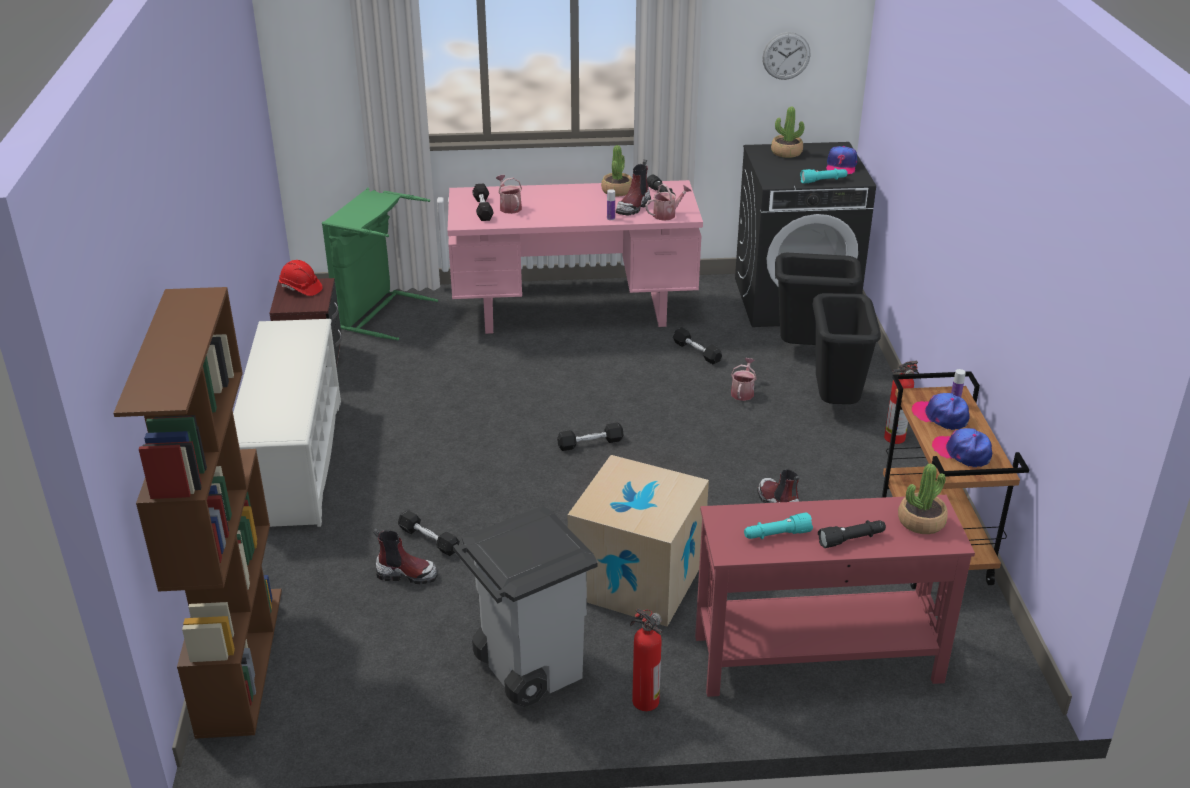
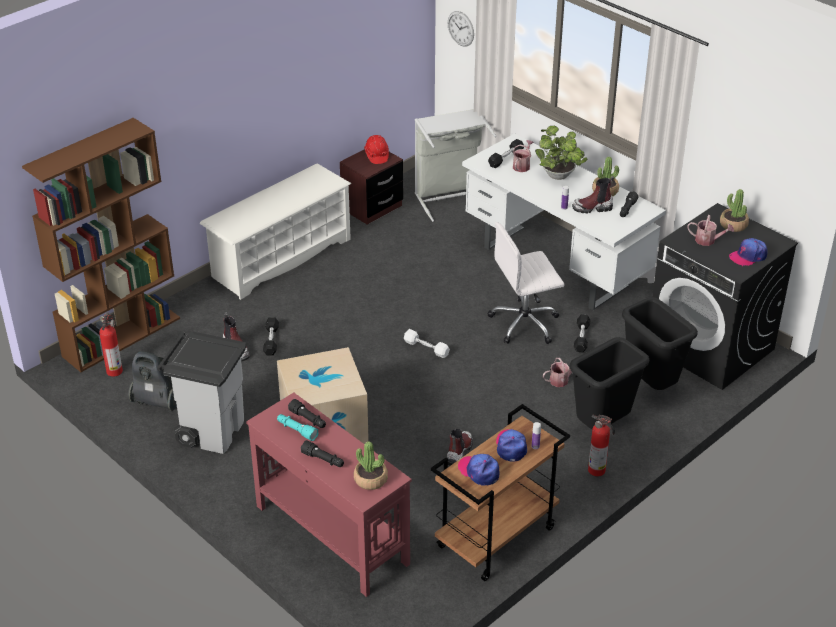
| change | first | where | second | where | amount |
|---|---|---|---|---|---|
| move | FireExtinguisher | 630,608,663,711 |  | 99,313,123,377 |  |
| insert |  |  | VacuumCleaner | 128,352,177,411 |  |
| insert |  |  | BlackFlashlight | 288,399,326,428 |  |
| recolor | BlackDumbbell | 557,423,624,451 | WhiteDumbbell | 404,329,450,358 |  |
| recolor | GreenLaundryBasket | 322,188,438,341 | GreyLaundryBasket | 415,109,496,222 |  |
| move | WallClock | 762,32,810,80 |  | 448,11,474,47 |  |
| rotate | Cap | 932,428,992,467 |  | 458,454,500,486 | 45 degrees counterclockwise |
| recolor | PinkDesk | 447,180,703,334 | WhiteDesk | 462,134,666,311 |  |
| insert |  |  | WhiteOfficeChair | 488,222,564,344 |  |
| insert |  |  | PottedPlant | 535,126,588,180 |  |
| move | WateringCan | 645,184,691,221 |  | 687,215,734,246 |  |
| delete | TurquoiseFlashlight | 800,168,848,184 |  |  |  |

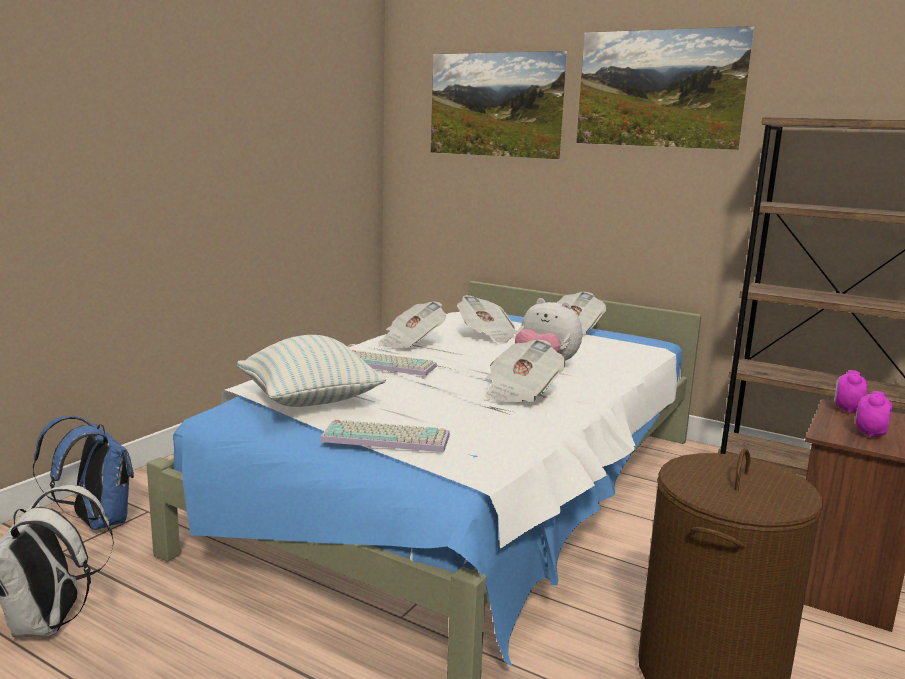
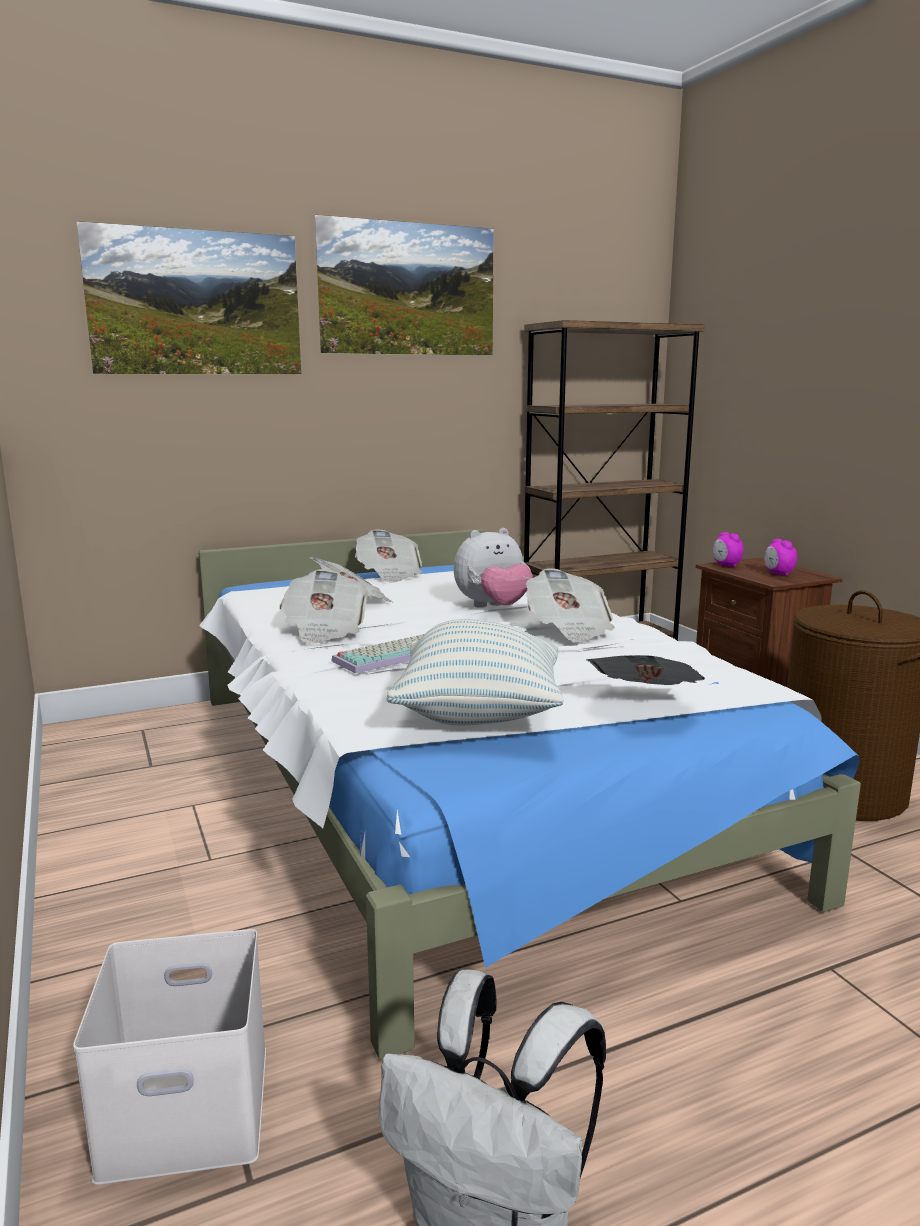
| change | first | where | second | where | amount |
|---|---|---|---|---|---|
| replace | BlueBackpack | 33,416,134,530 | WhiteStorageBox | 73,929,266,1185 |  |
| replace | Keyboard | 320,420,450,452 | Newspaper | 586,655,705,685 |  |

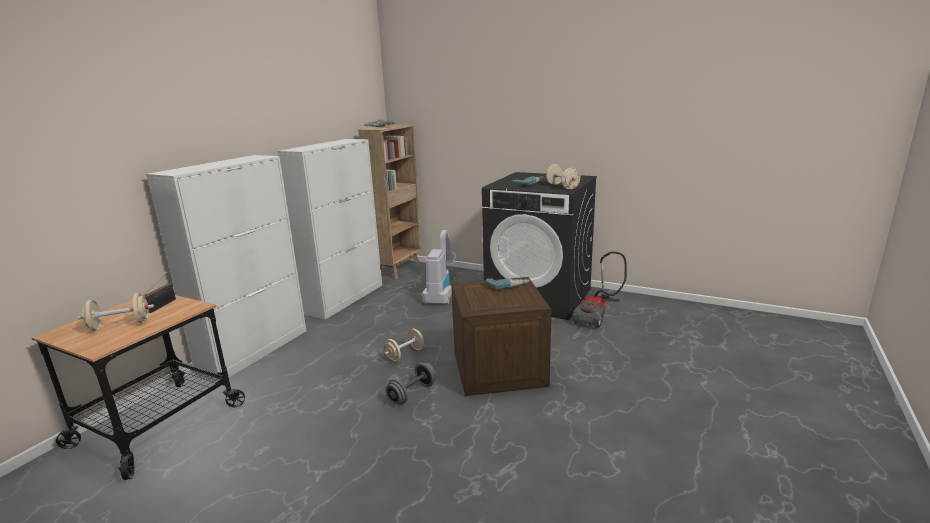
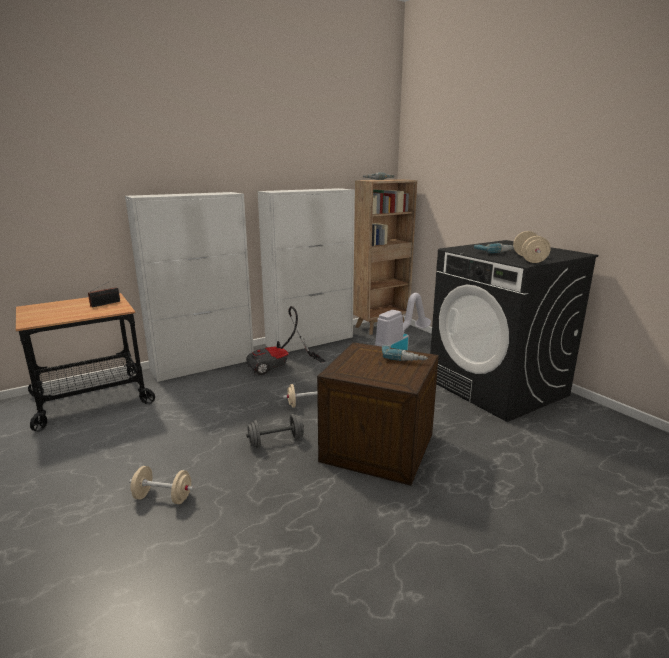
| change | first | where | second | where | amount |
|---|---|---|---|---|---|
| move | BeigeDumbbell | 78,293,154,331 |  | 129,466,194,504 |  |
| move | VacuumCleaner | 573,251,627,328 |  | 246,306,326,375 |  |

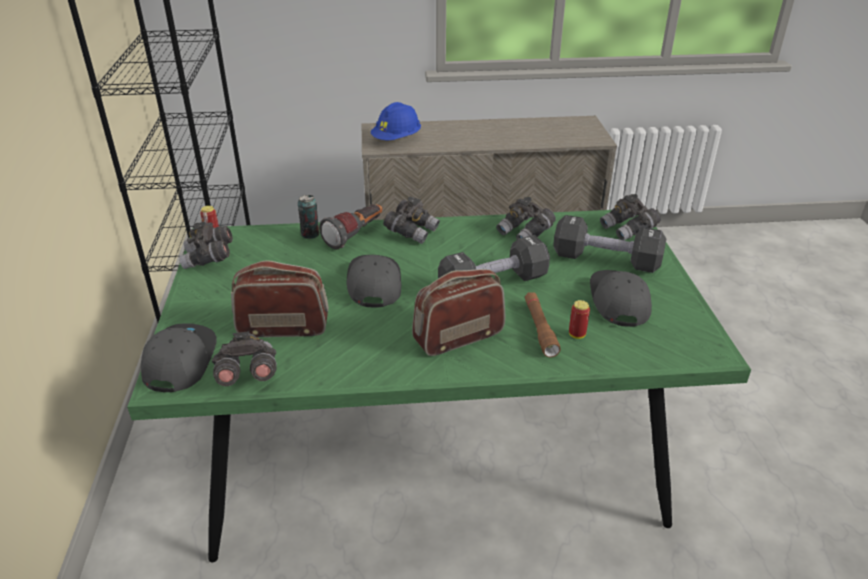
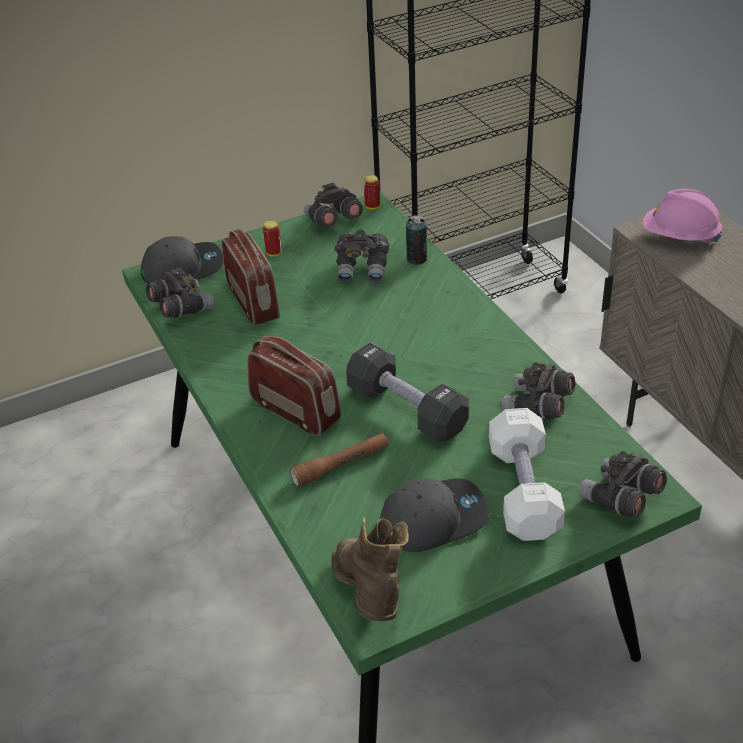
| change | first | where | second | where | amount |
|---|---|---|---|---|---|
| move | Can | 569,300,590,339 |  | 263,221,282,257 |  |
| insert |  |  | BrownBoot | 332,517,409,621 |  |
| move | GreyBinoculars | 383,197,440,244 |  | 335,230,389,282 |  |
| recolor | BlackDumbbell | 553,215,666,273 | WhiteDumbbell | 489,408,565,541 |  |
| recolor | BlueHardHat | 371,102,421,140 | PinkHardHat | 643,189,722,243 |  |
| delete | Flashlight | 319,204,383,250 |  |  |  |
| delete | GreyCap | 347,255,401,308 |  |  |  |

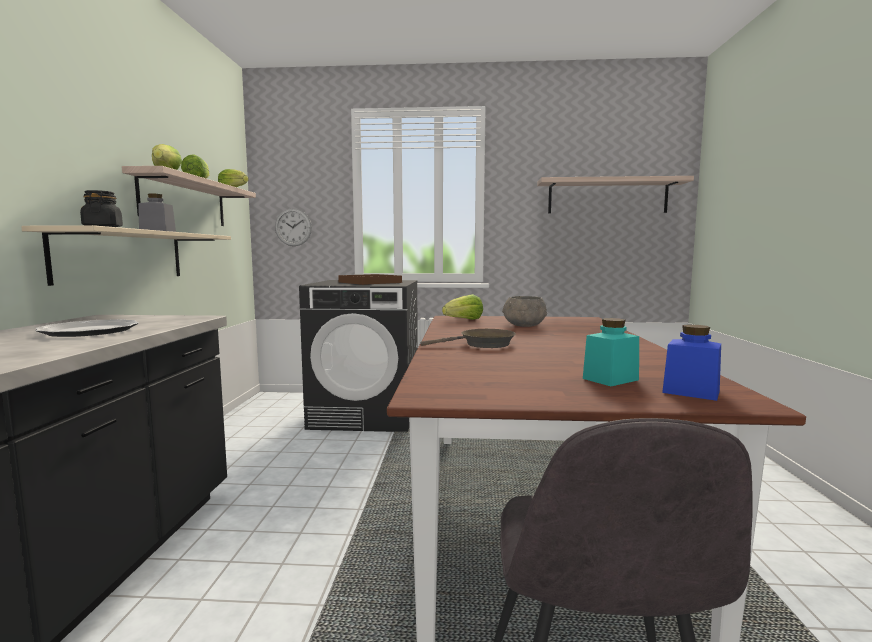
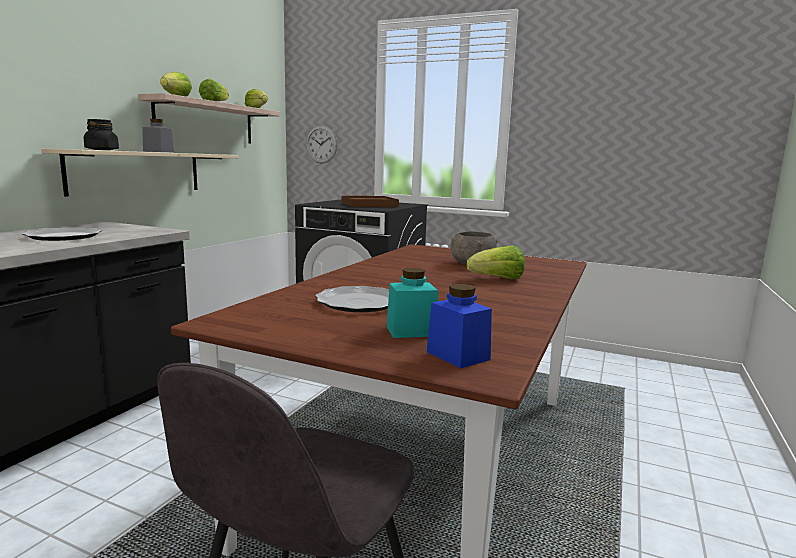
| change | first | where | second | where | amount |
|---|---|---|---|---|---|
| insert |  |  | Plate | 315,286,389,312 |  |
| move | Lettuce | 442,294,483,320 |  | 467,245,525,279 |  |
| delete | BrownFryingPan | 421,329,516,348 |  |  |  |
| delete | Shelf | 537,176,694,213 |  |  |  |

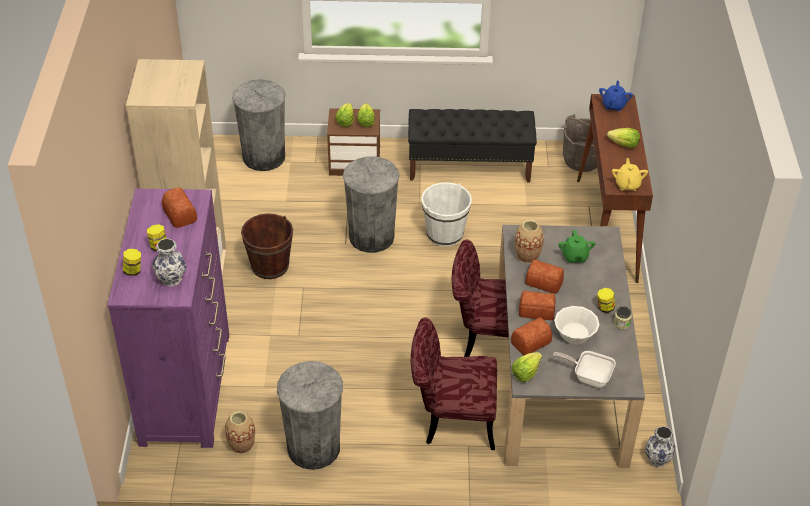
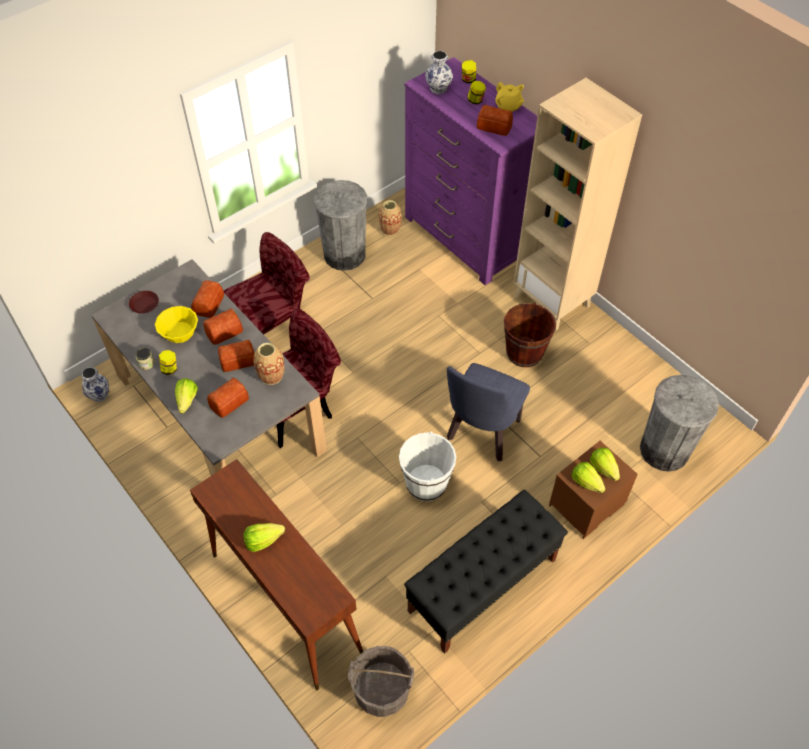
| change | first | where | second | where | amount |
|---|---|---|---|---|---|
| replace | FryingPan | 553,351,616,387 | BrownPlate | 129,291,159,313 |  |
| recolor | WhiteBowl | 554,306,600,344 | YellowBowl | 155,306,198,343 |  |
| move | Lettuce | 512,352,542,382 |  | 175,378,198,414 |  |
| replace | GreenTeapot | 558,230,596,263 | Bread | 207,378,249,418 |  |
| replace | GreyTrashCan | 343,156,400,253 | BlueChair | 447,363,530,461 |  |
| move | YellowTeapot | 612,158,648,191 |  | 495,82,525,112 |  |
| delete | BlueTeapot | 599,81,633,111 |  |  |  |

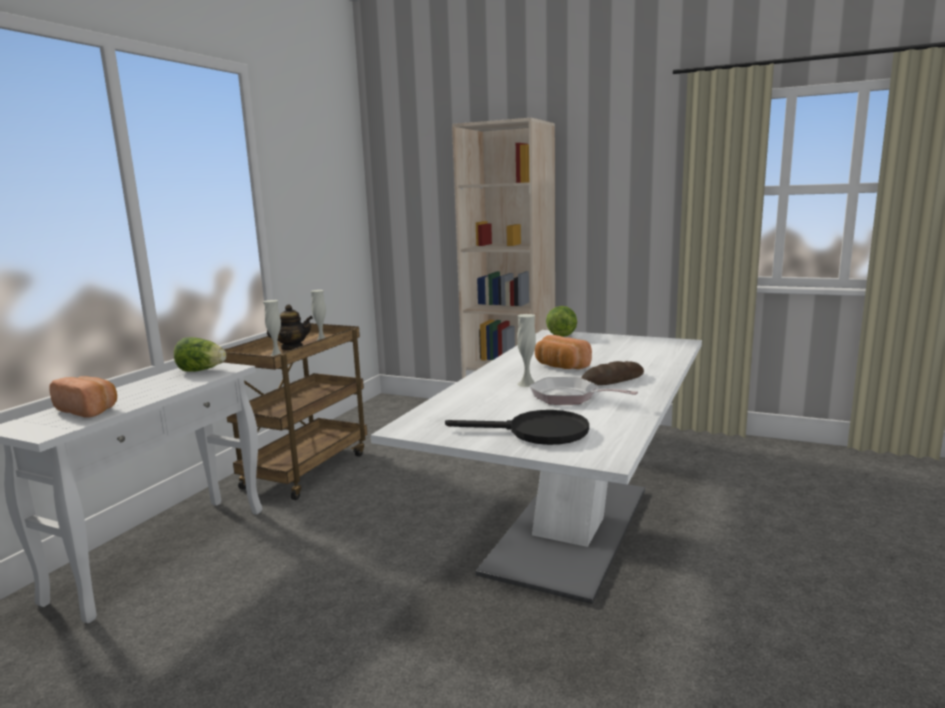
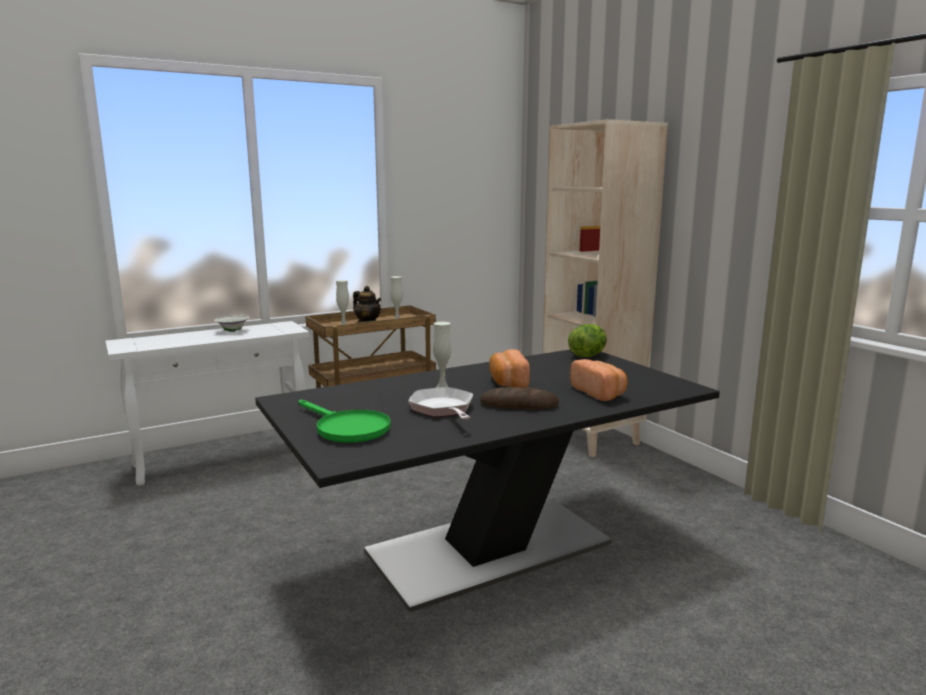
| change | first | where | second | where | amount |
|---|---|---|---|---|---|
| insert |  |  | WhiteBowl | 214,315,249,332 |  |
| recolor | WhiteDiningTable | 371,330,702,604 | BlackDiningTable | 255,350,720,612 |  |
| recolor | BlackFryingPan | 445,410,589,445 | GreenFryingPan | 299,400,391,442 |  |
| move | Bread | 49,376,117,418 |  | 570,359,627,401 |  |
| delete | Lettuce | 174,337,226,372 |  |  |  |

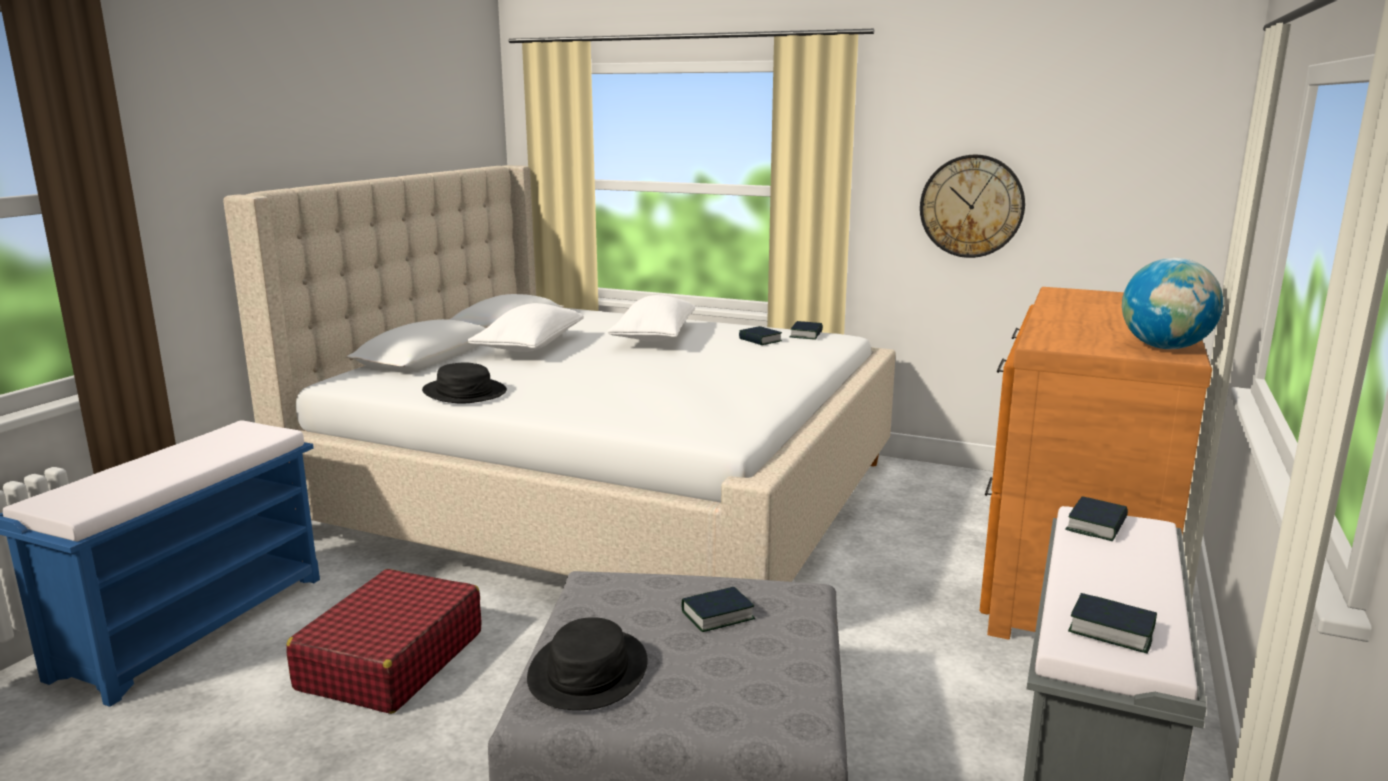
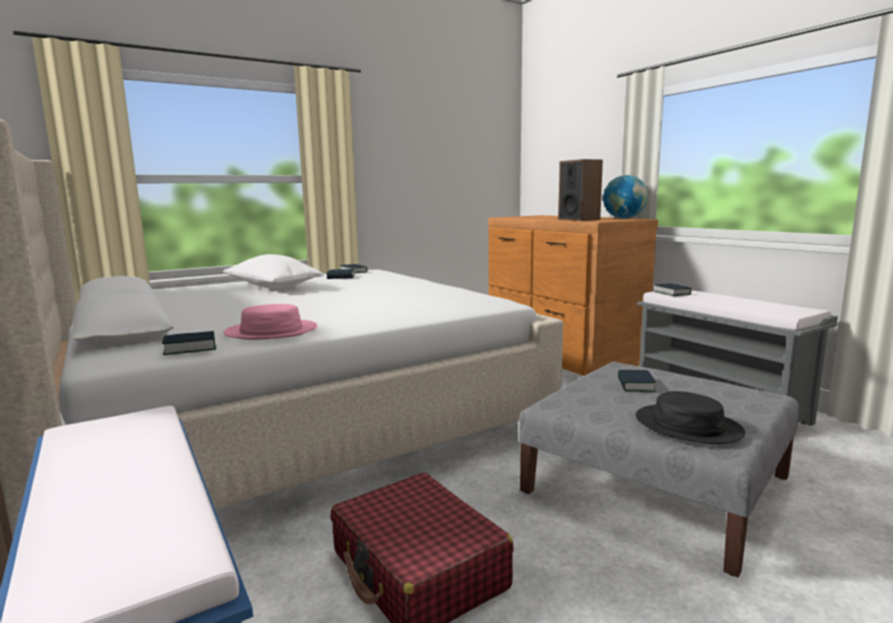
| change | first | where | second | where | amount |
|---|---|---|---|---|---|
| move | Book | 1068,593,1157,654 |  | 162,331,216,355 |  |
| recolor | BlackHat | 422,362,507,404 | PinkHat | 224,304,318,340 |  |
| insert |  |  | Speaker | 558,159,603,221 |  |
| delete | WhitePillow | 468,303,584,352 |  |  |  |
| delete | WallClock | 920,155,1025,258 |  |  |  |

